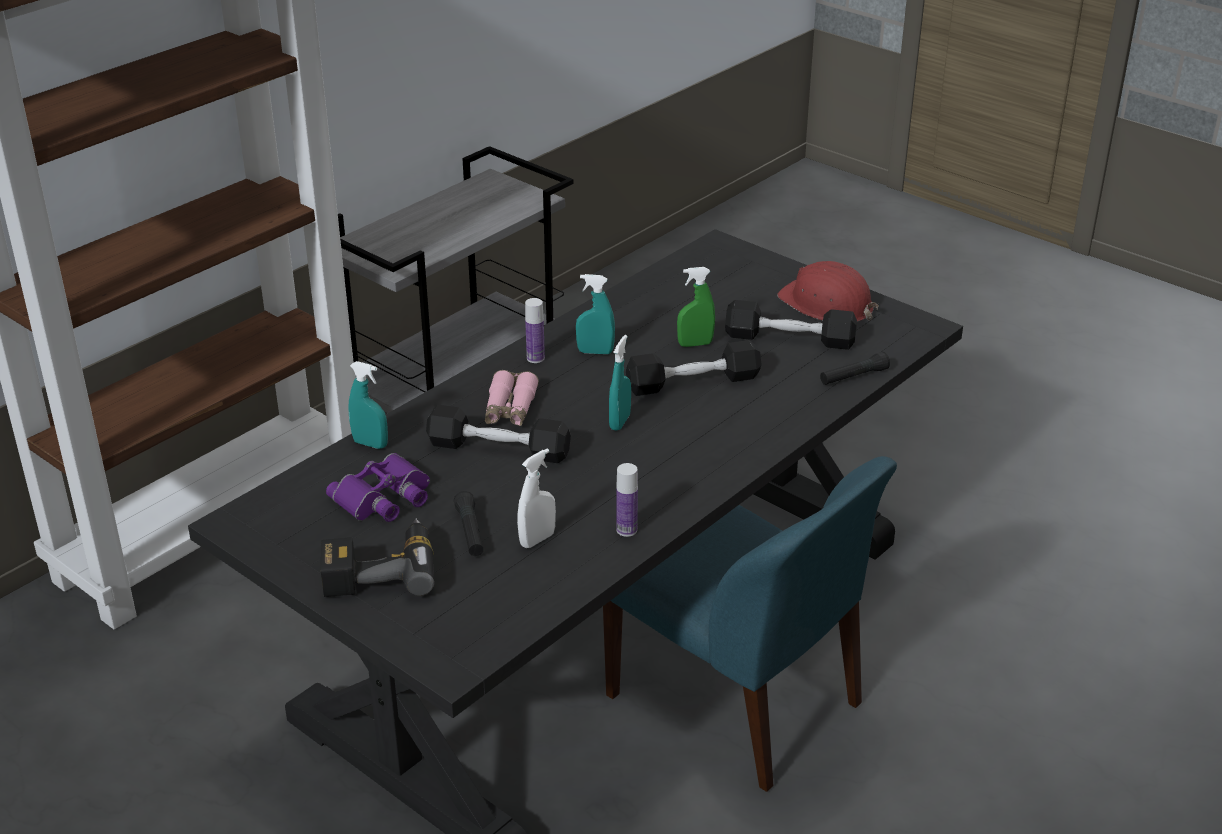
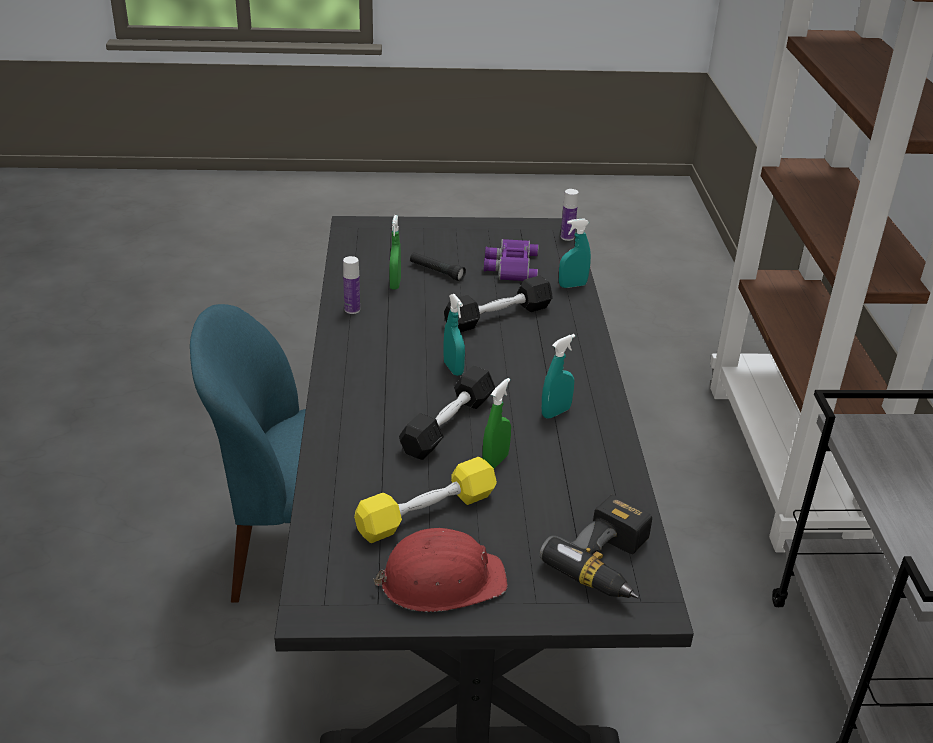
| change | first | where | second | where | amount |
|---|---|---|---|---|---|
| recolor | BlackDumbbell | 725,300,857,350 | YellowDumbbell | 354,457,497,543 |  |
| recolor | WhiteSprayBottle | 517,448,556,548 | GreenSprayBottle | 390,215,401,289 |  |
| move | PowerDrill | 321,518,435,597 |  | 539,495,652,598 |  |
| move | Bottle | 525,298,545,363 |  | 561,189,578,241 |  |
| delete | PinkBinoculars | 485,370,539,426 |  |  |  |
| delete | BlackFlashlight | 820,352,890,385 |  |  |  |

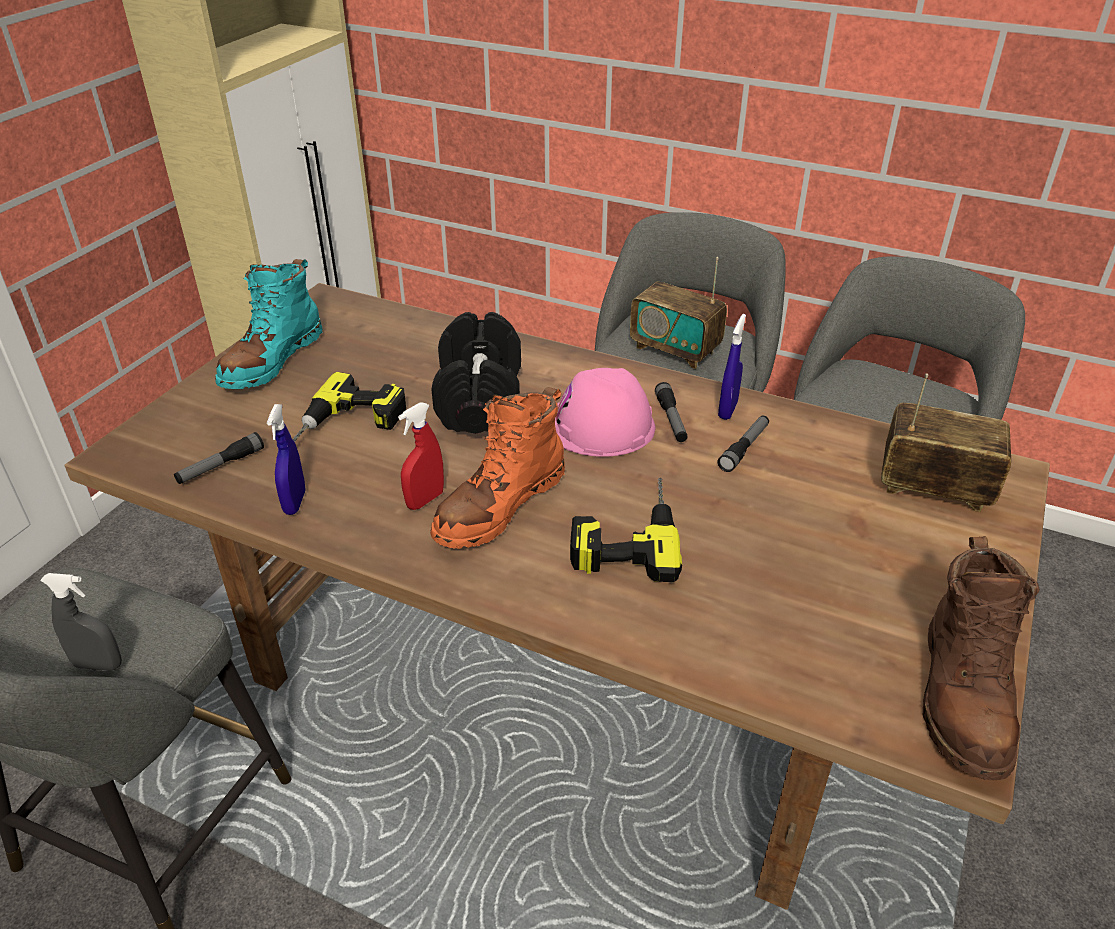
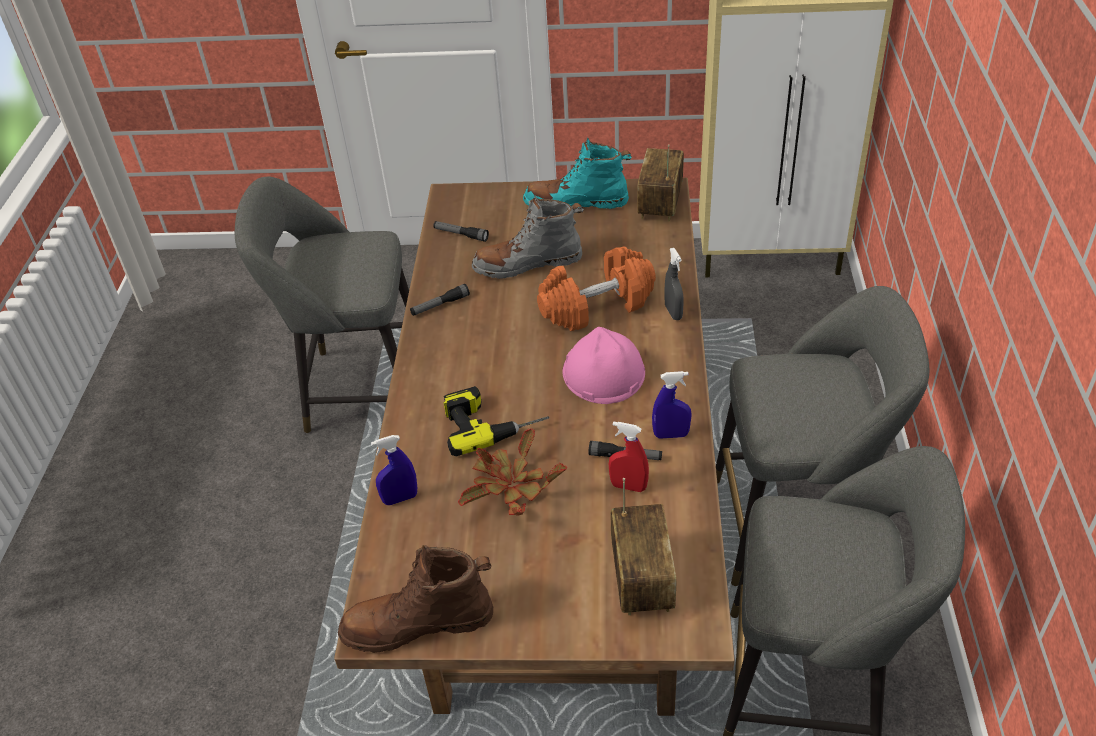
| change | first | where | second | where | amount |
|---|---|---|---|---|---|
| move | BlueSprayBottle | 267,404,306,515 |  | 371,435,417,505 |  |
| move | Flashlight | 655,382,687,442 |  | 410,284,470,316 |  |
| insert |  |  | PottedPlant | 458,428,567,516 |  |
| replace | PowerDrill | 293,372,406,442 | GreyBoot | 472,195,584,279 |  |
| recolor | BlackDumbbell | 431,312,521,433 | OrangeDumbbell | 537,247,656,331 |  |
| move | RedSprayBottle | 398,402,444,510 |  | 609,422,649,492 |  |
| move | Radio | 630,257,727,369 |  | 637,144,684,221 |  |
| move | GreySprayBottle | 40,573,122,671 |  | 665,248,684,320 |  |
| delete | OrangeBoot | 430,387,565,549 |  |  |  |

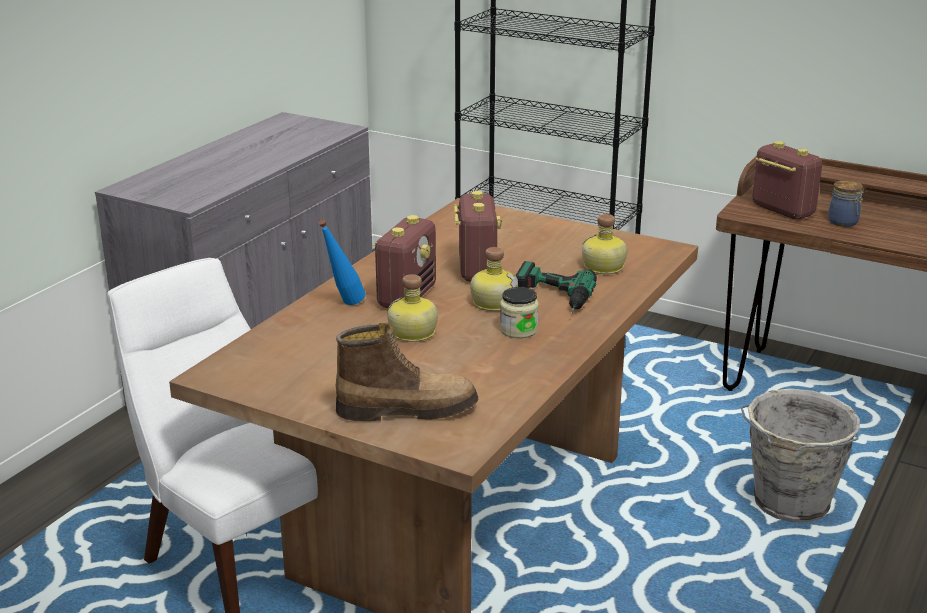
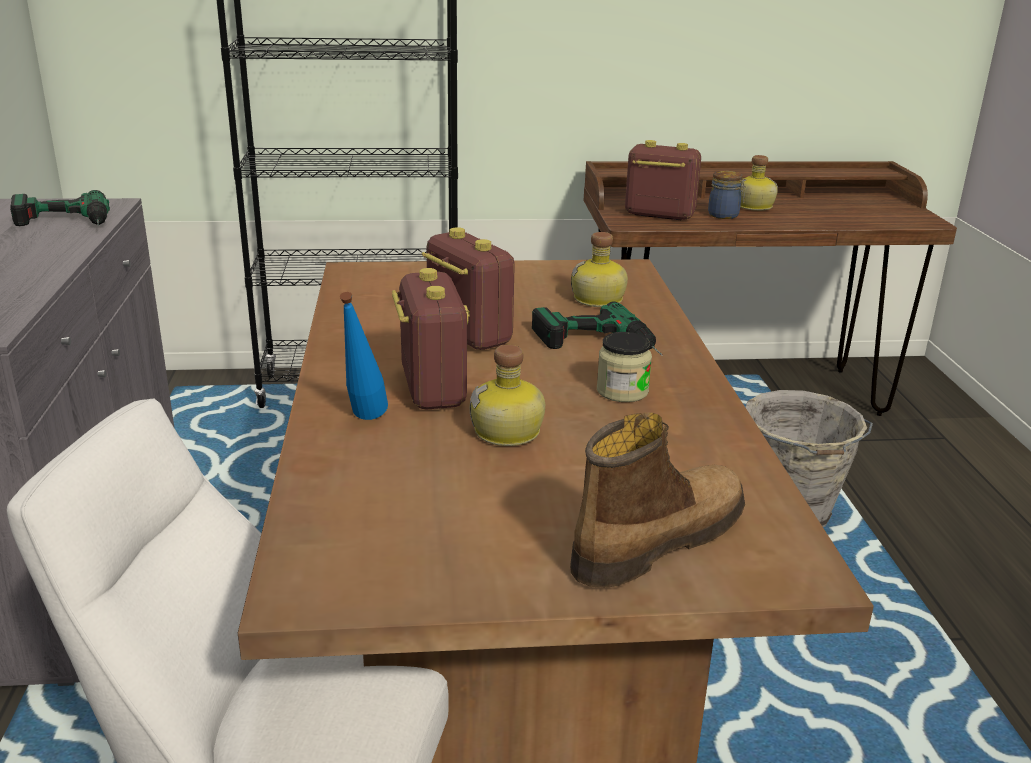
| change | first | where | second | where | amount |
|---|---|---|---|---|---|
| insert |  |  | PowerDrill | 10,190,110,226 |  |
| move | Bottle | 470,247,518,311 |  | 740,155,778,211 |  |

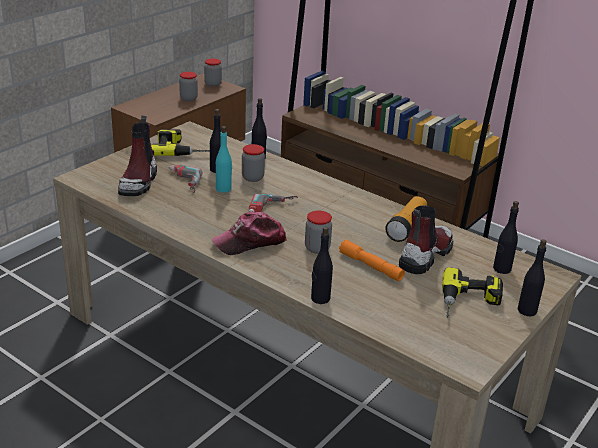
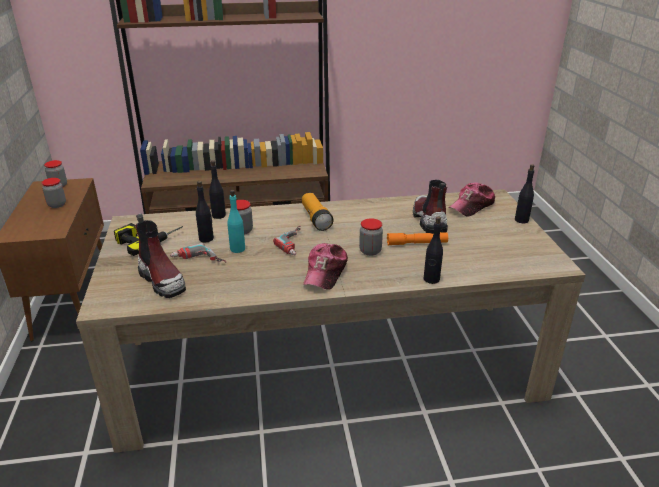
| change | first | where | second | where | amount |
|---|---|---|---|---|---|
| move | Flashlight | 385,196,427,242 |  | 302,193,333,231 |  |
| replace | BlackBottle | 493,201,519,274 | Cap | 448,183,495,217 |  |
| delete | PowerDrill | 442,267,503,318 |  |  |  |

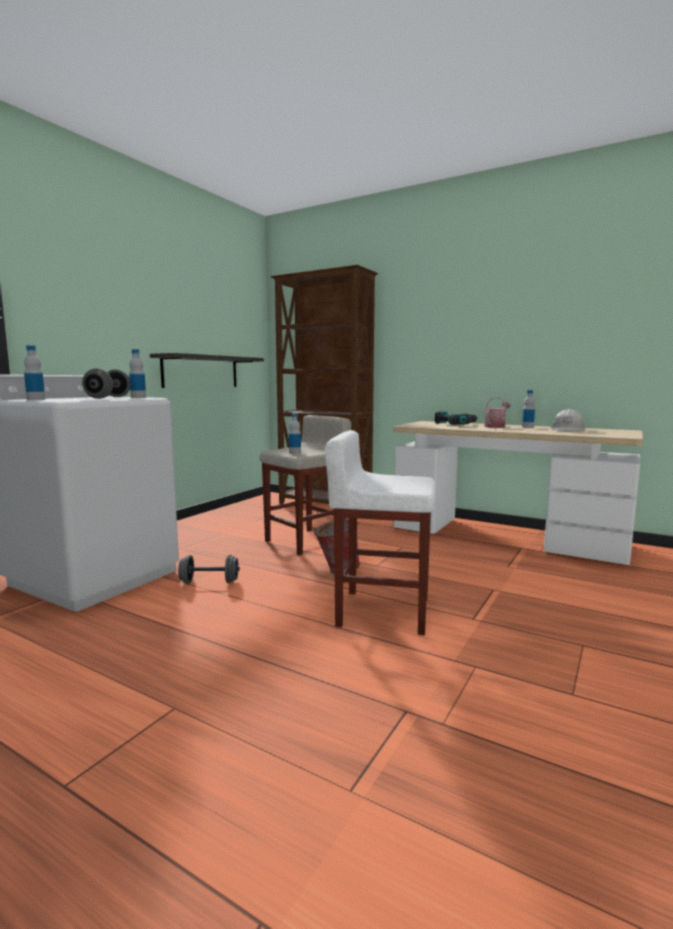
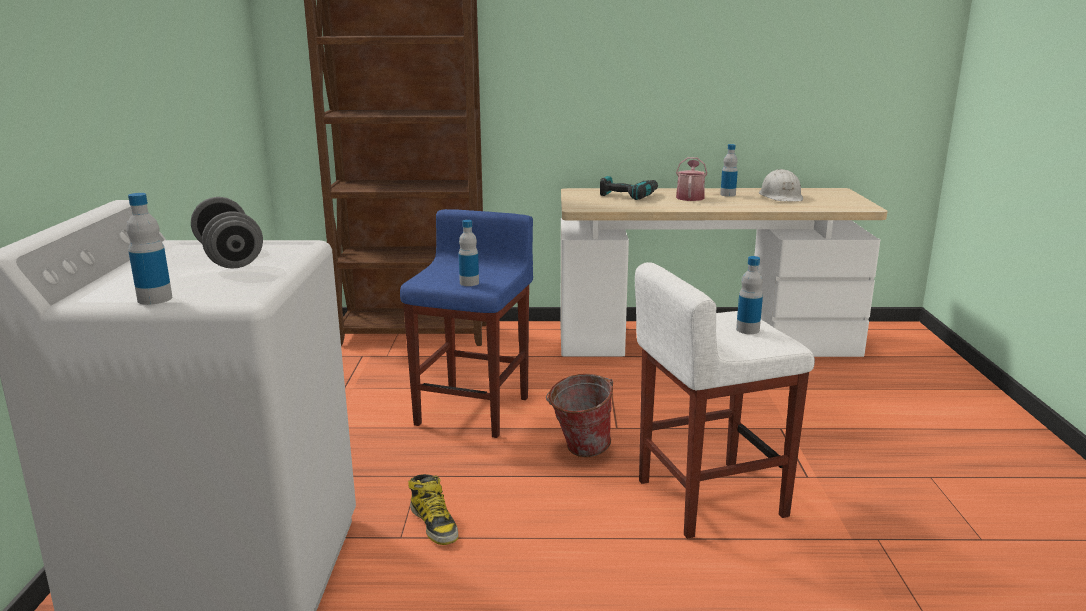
| change | first | where | second | where | amount |
|---|---|---|---|---|---|
| recolor | BeigeStool | 260,415,351,555 | BlueStool | 400,209,533,438 |  |
| replace | GreyDumbbell | 178,555,240,584 | Boot | 408,474,459,545 |  |
| move | Bottle | 129,349,146,398 |  | 736,256,763,334 |  |
| delete | Shelf | 150,353,264,388 |  |  |  |

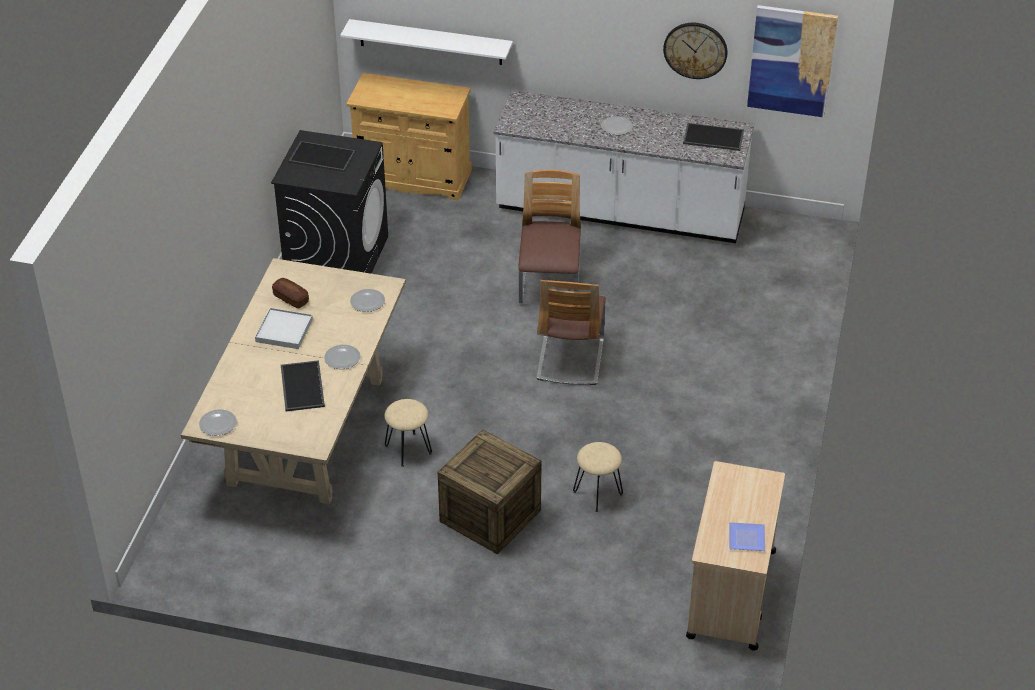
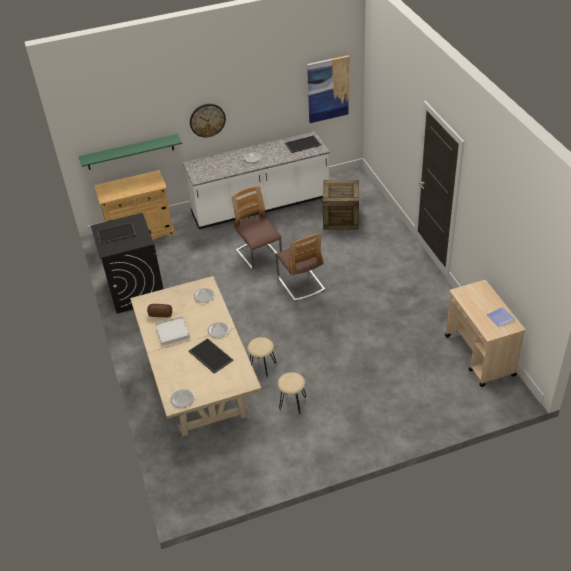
| change | first | where | second | where | amount |
|---|---|---|---|---|---|
| recolor | WhiteShelf | 340,19,513,65 | GreenShelf | 79,134,182,170 |  |
| move | WallClock | 663,23,728,79 |  | 190,104,226,137 |  |
| move | BeigeStool | 573,442,623,512 |  | 278,372,306,414 |  |
| move | Crate | 438,429,542,555 |  | 323,180,359,230 |  |

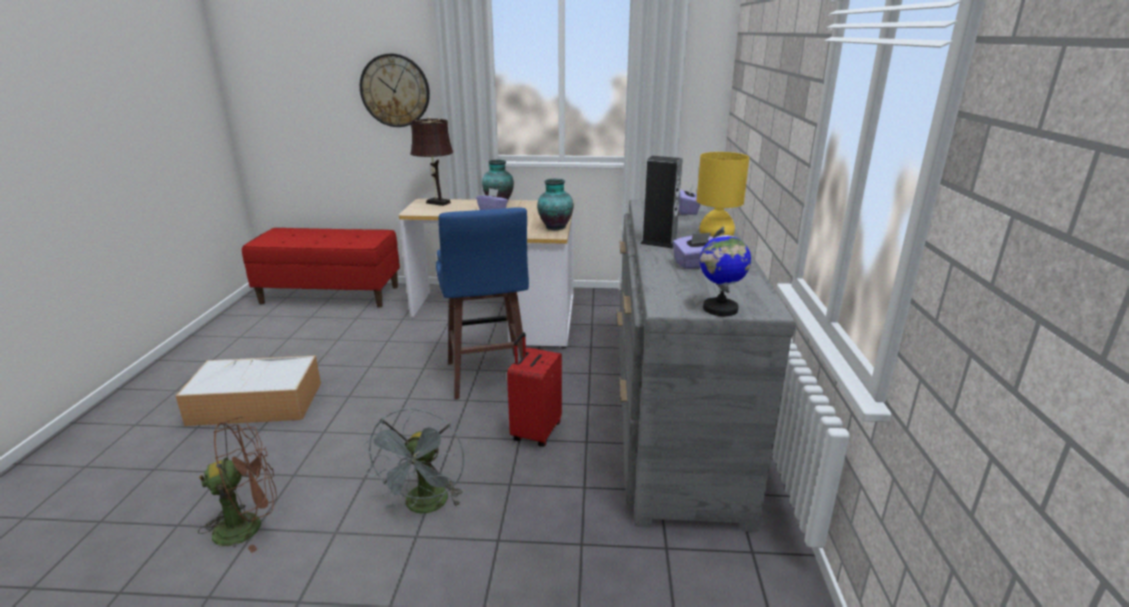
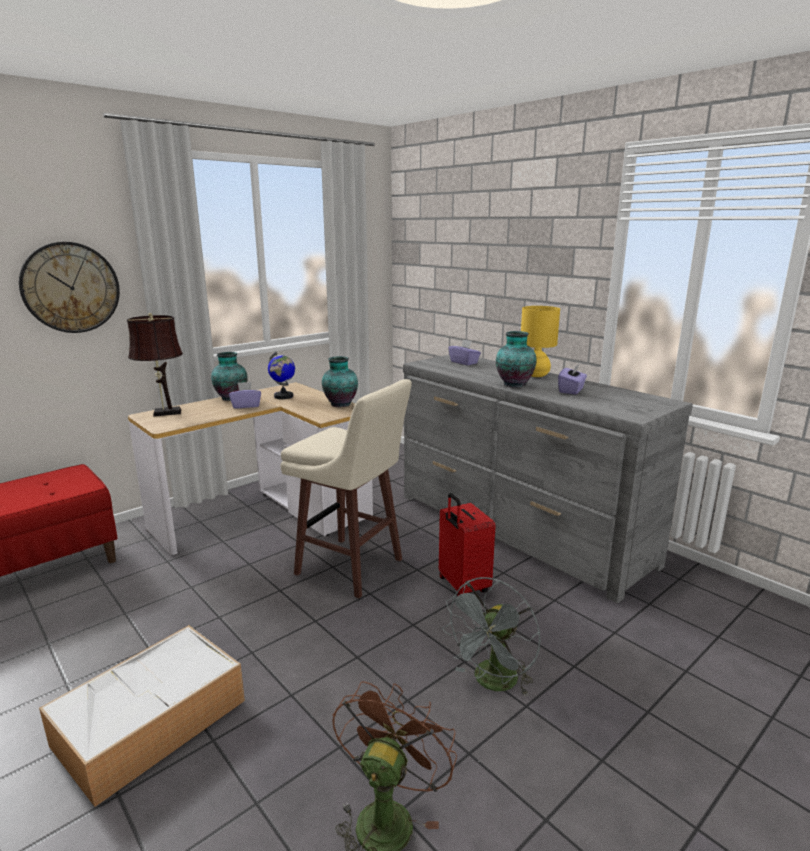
| change | first | where | second | where | amount |
|---|---|---|---|---|---|
| move | Globe | 700,227,751,316 |  | 268,351,295,399 |  |
| recolor | BlueStool | 436,207,529,399 | BeigeStool | 281,379,412,598 |  |
| rotate | GreyFan | 364,408,464,514 |  | 442,577,540,696 | 75 degrees clockwise |
| replace | Speaker | 640,156,682,248 | Vase | 496,331,537,387 |  |

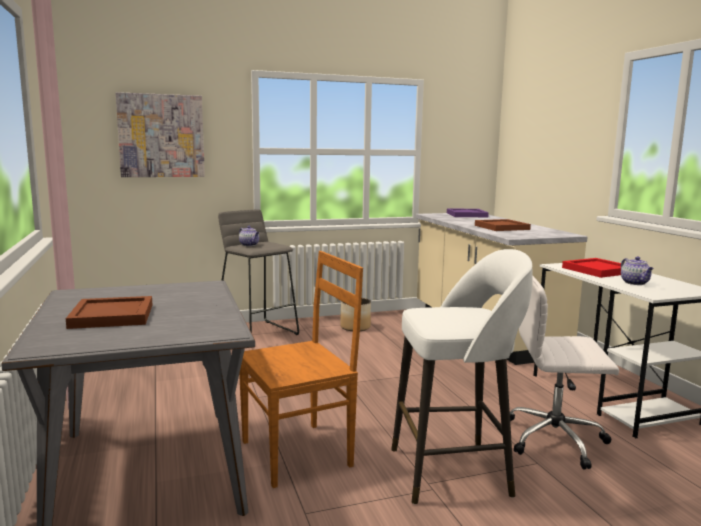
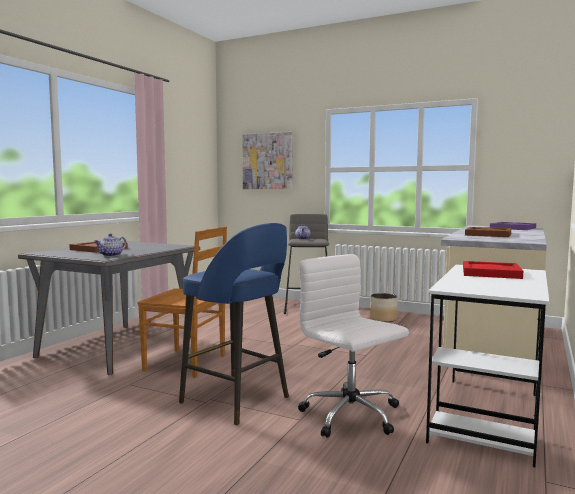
| change | first | where | second | where | amount |
|---|---|---|---|---|---|
| move | Teapot | 621,257,654,285 |  | 95,234,127,256 |  |
| recolor | WhiteStool | 391,249,533,504 | BlueStool | 179,223,289,425 |  |

